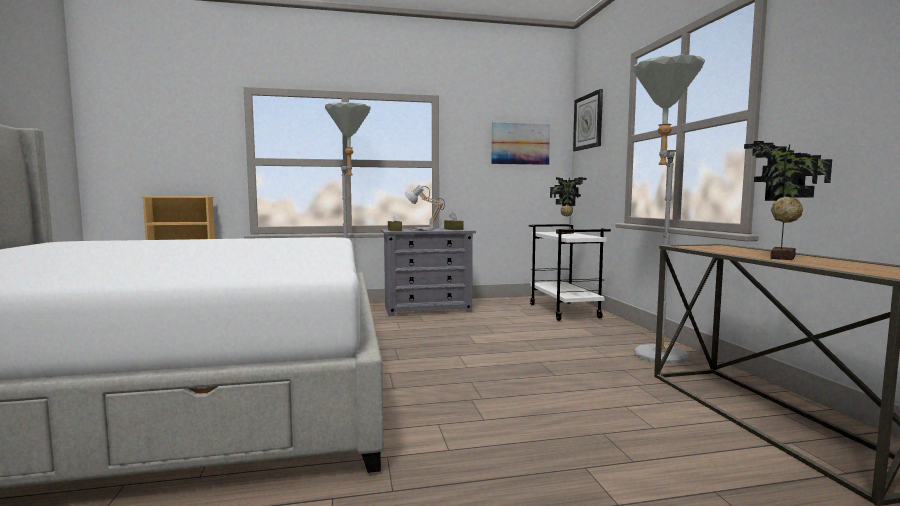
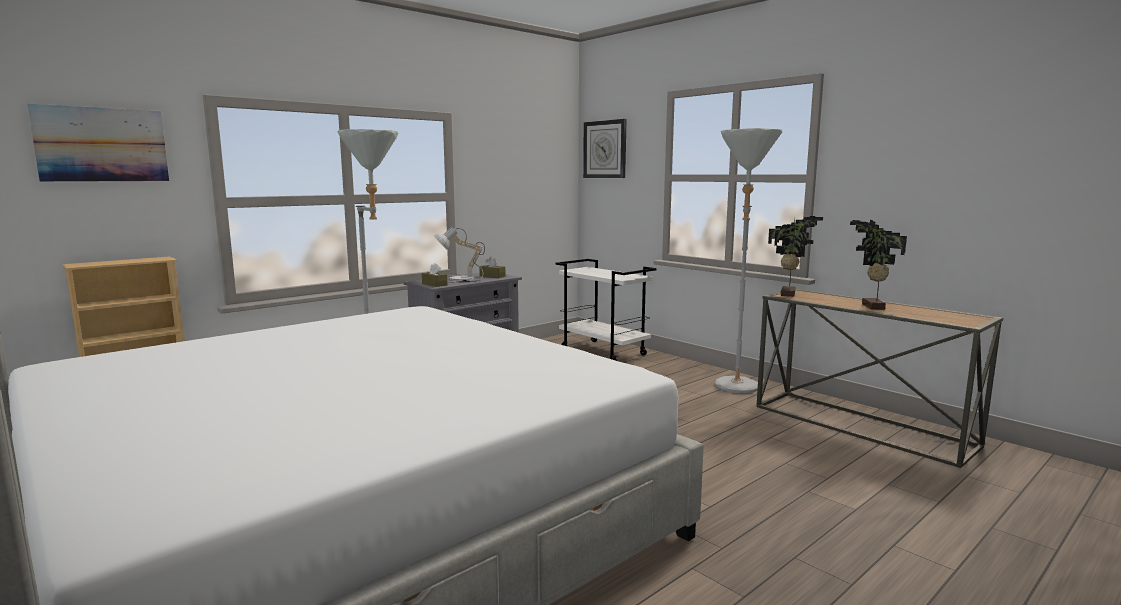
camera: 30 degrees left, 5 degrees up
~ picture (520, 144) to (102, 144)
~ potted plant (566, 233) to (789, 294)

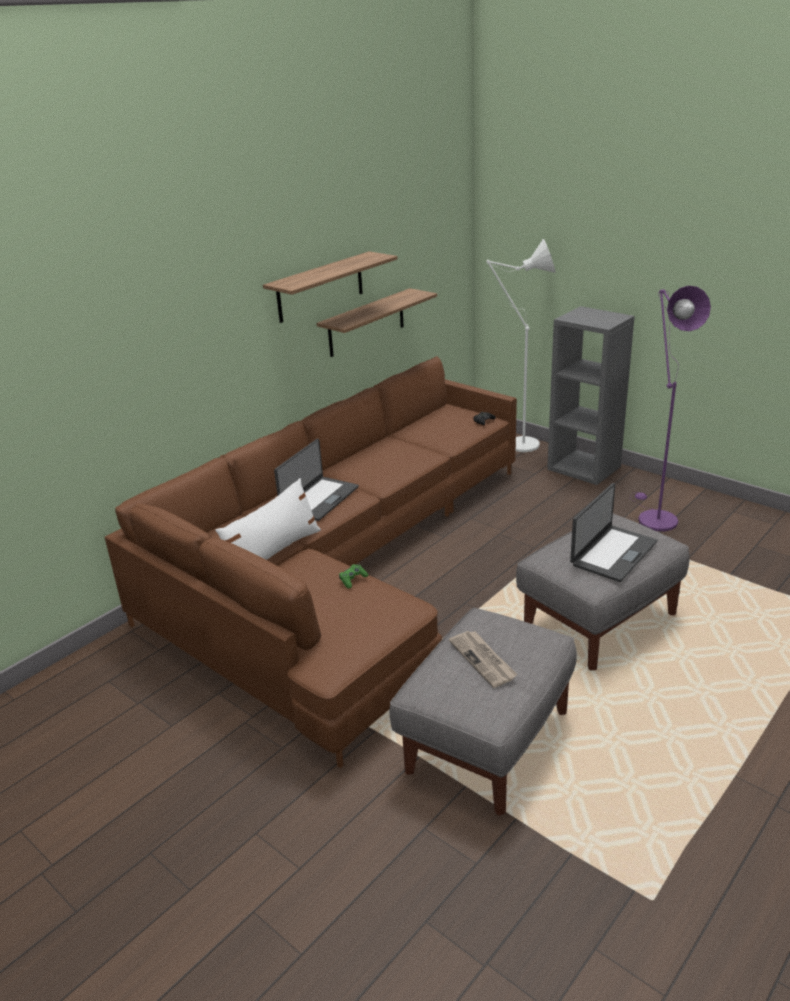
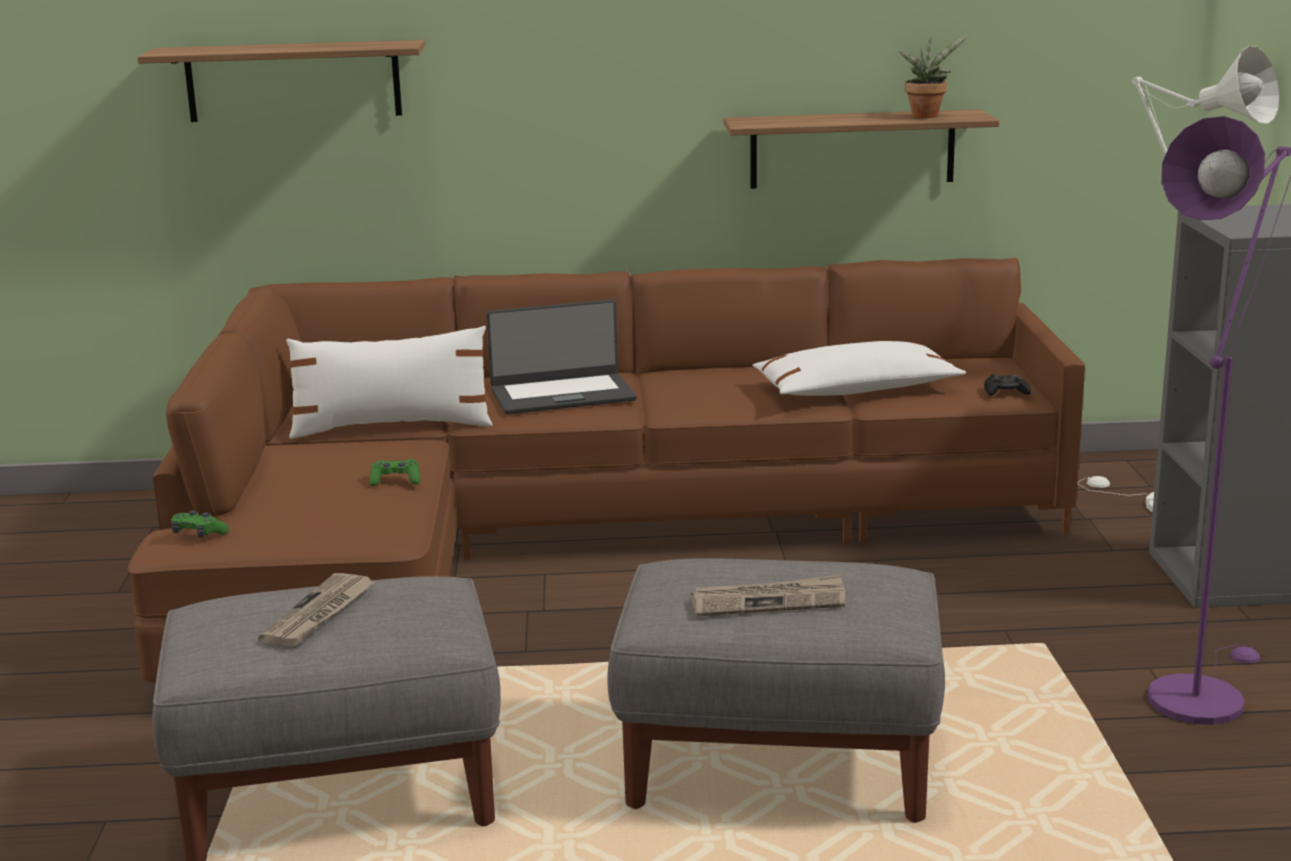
camera: 45 degrees right, 10 degrees down
~ shelf (320, 287) to (293, 81)
+ green game controller (198, 534)
~ laptop (612, 553) to newspaper (769, 601)
+ white pillow (855, 390)
+ potted plant (926, 115)

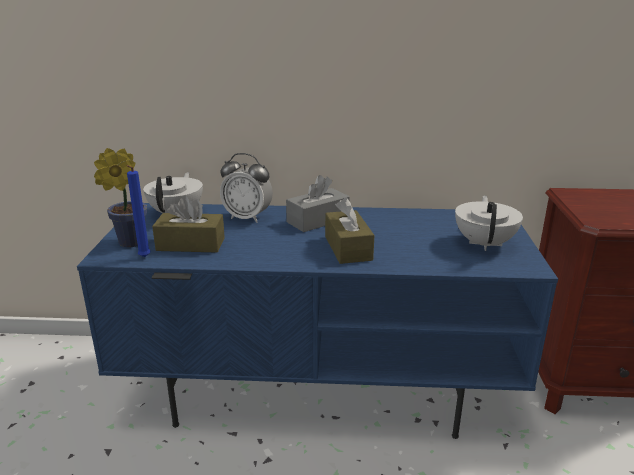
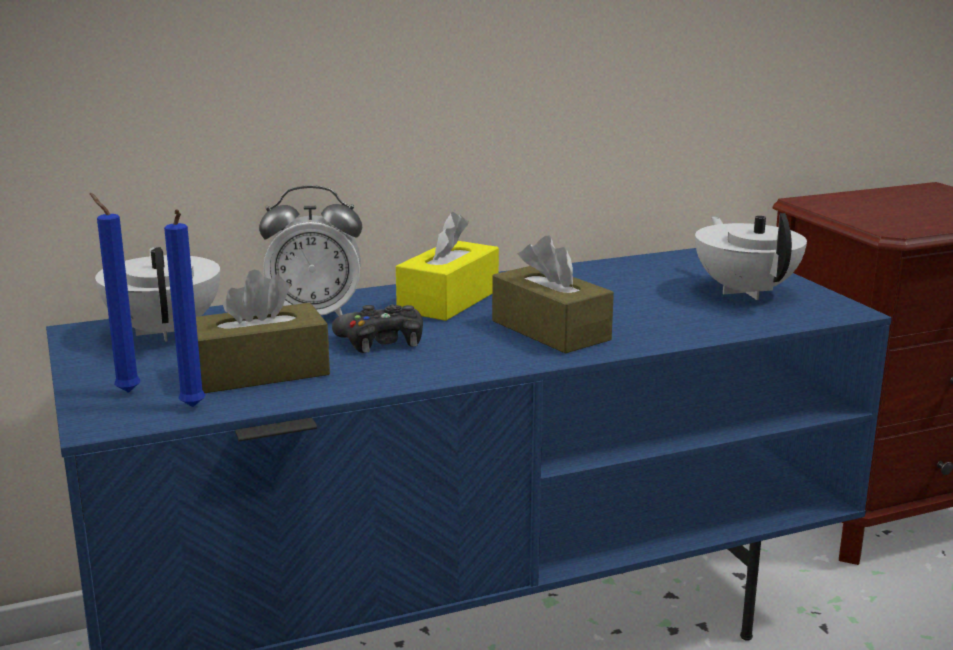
camera: 25 degrees left, 5 degrees down
~ potted plant (128, 243) to blue candle (125, 391)
+ black game controller (382, 341)
~ grey tissue box (318, 220) to yellow tissue box (448, 300)

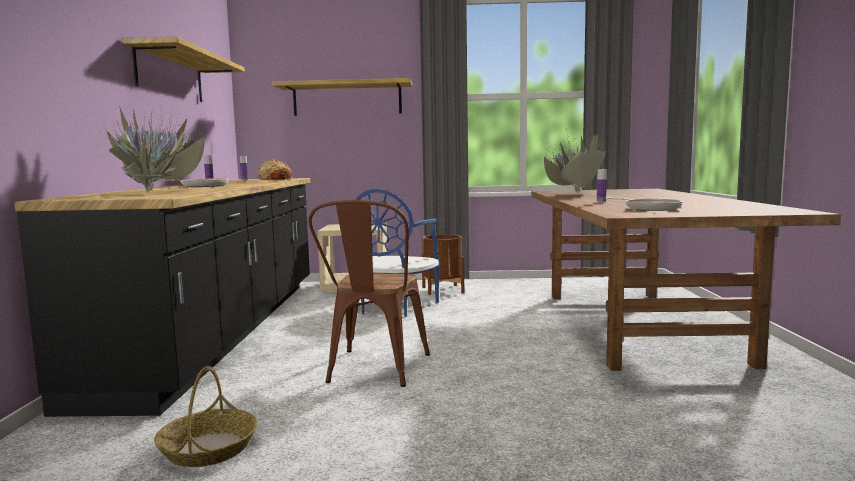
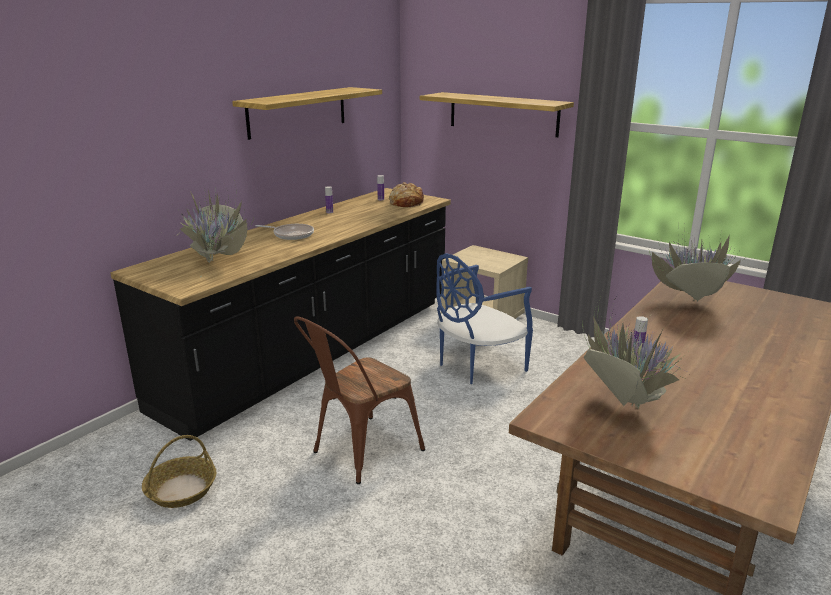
camera: 35 degrees right, 15 degrees up
~ frying pan (649, 208) to potted plant (623, 406)
- brown planter (442, 290)

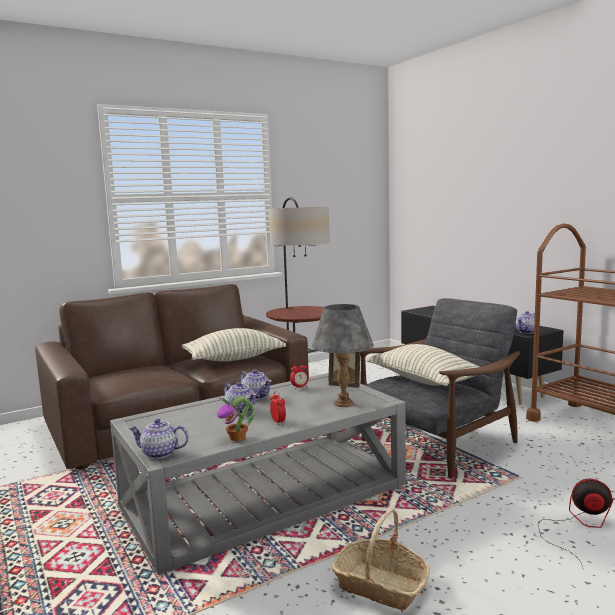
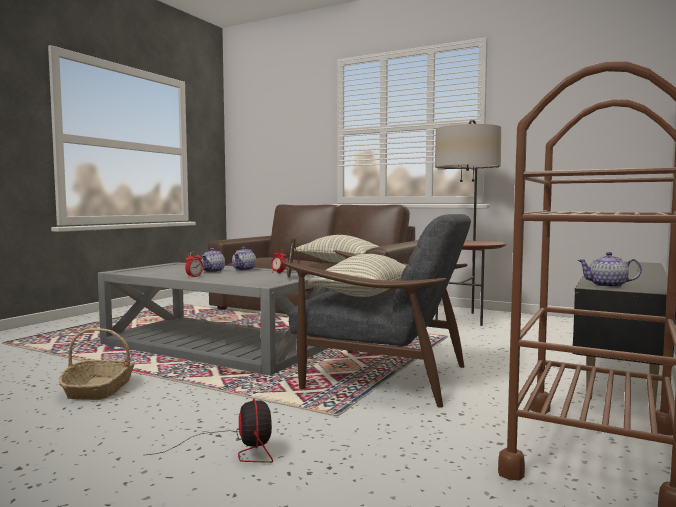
camera: 60 degrees right, 5 degrees down
- teapot (159, 453)
- potted plant (238, 438)
- grey table lamp (343, 403)

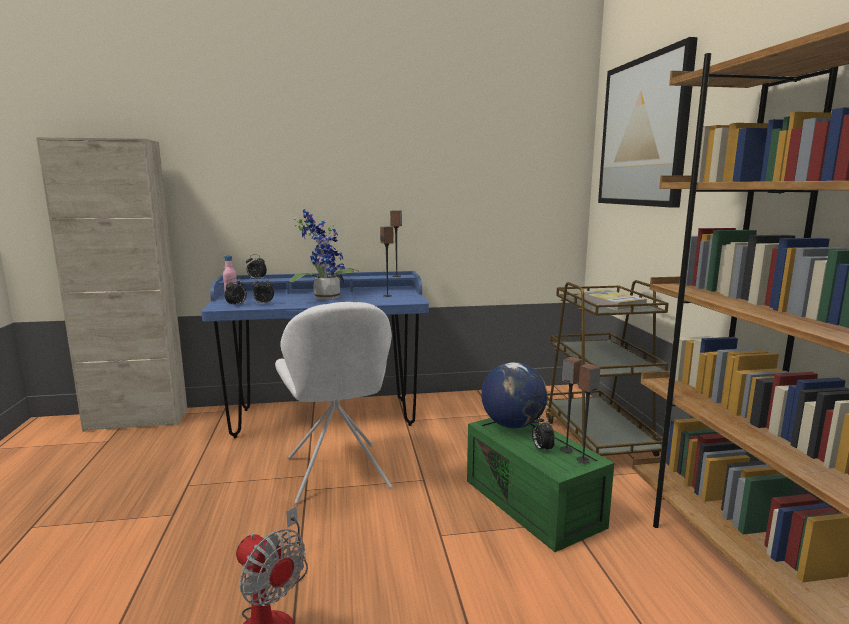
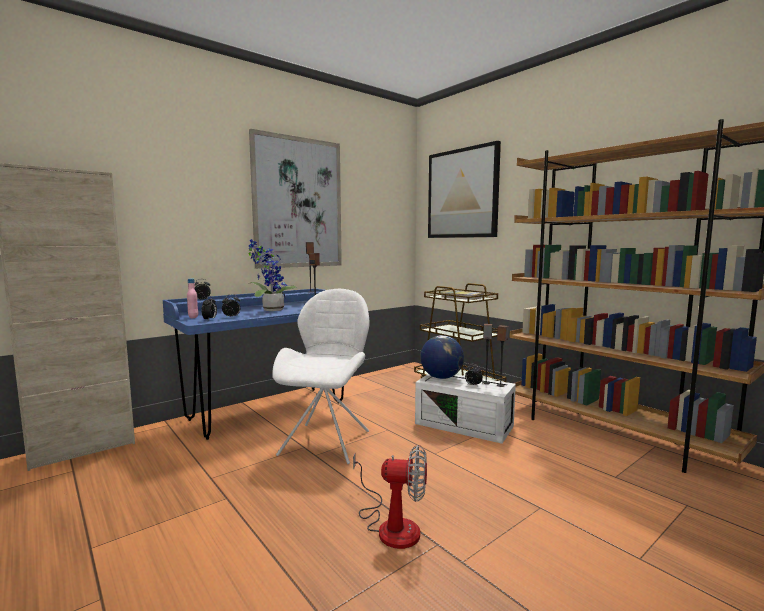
camera: 30 degrees left, 5 degrees down
+ picture (298, 203)
~ white chair (338, 475) = (327, 441) 120 degrees counterclockwise
~ green storage box (535, 503) to white storage box (465, 424)

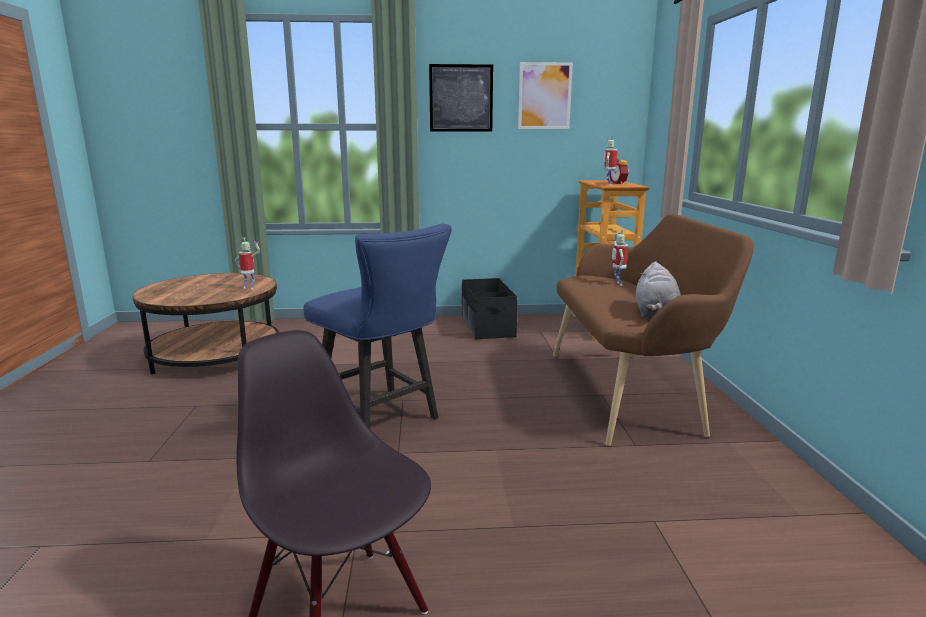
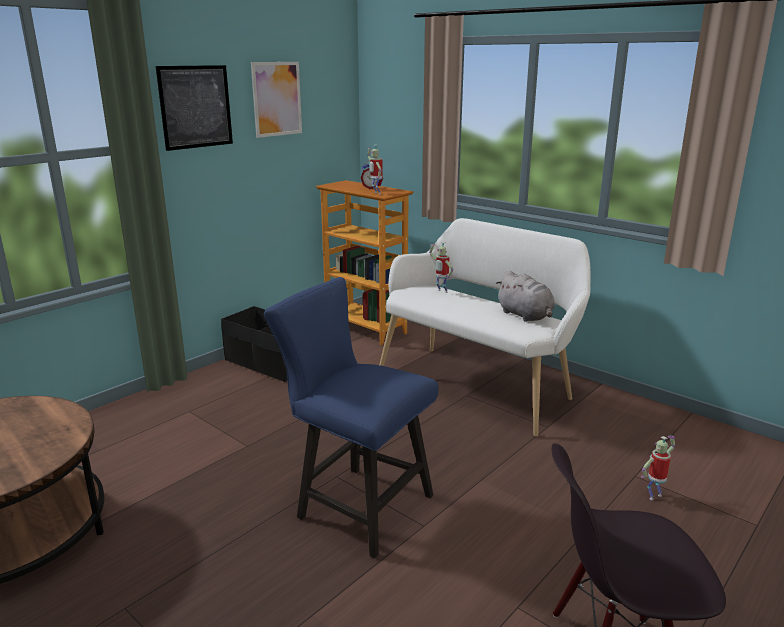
camera: 45 degrees left, 5 degrees up
~ blue chair (383, 420) = (356, 504) 150 degrees counterclockwise
~ brown bench (630, 392) to white bench (479, 384)
~ toy robot (249, 288) to (654, 495)

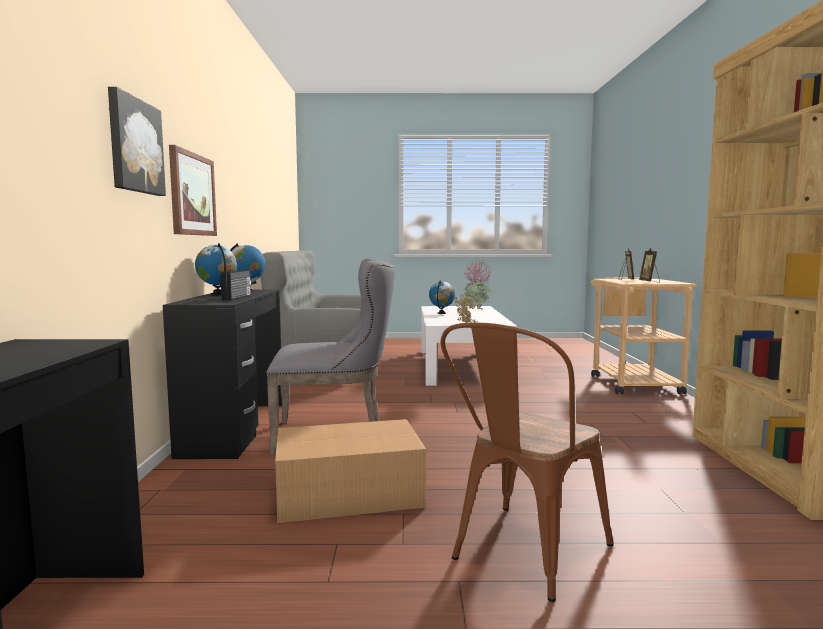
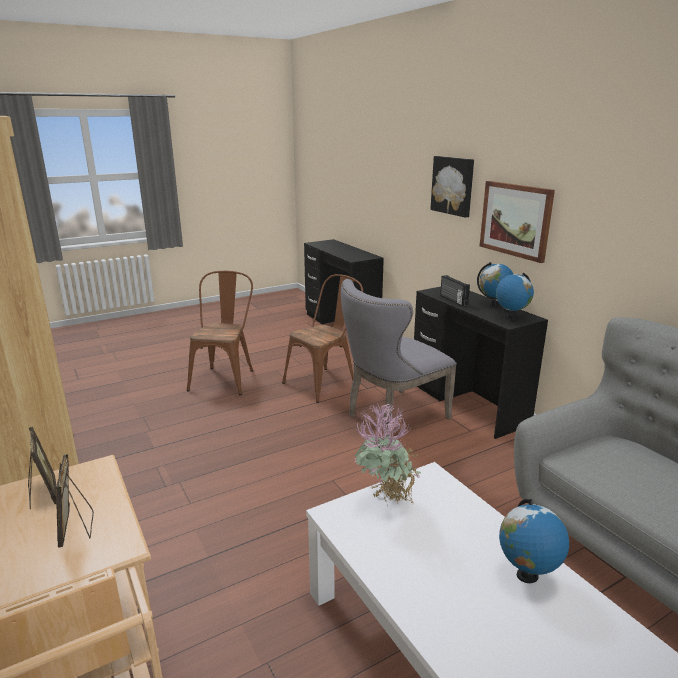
camera: 150 degrees right, 15 degrees up
~ cardboard box (346, 493) to brown chair (325, 382)

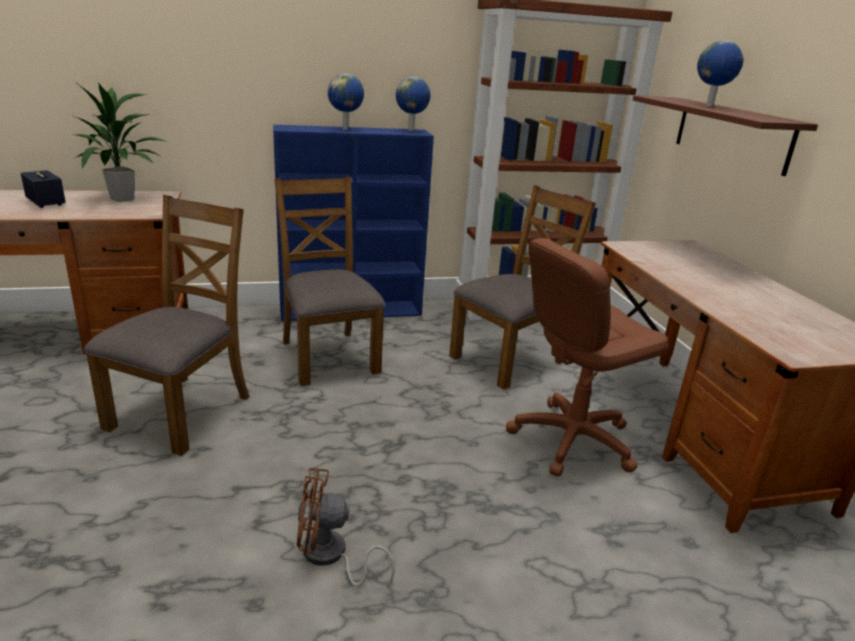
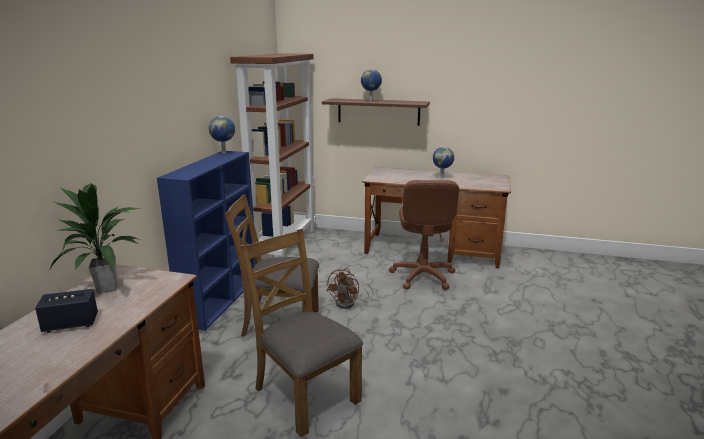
camera: 60 degrees left, 5 degrees down
~ brown fan (330, 557) to (349, 303)
~ globe (346, 129) to (442, 177)
- brown chair (508, 359)

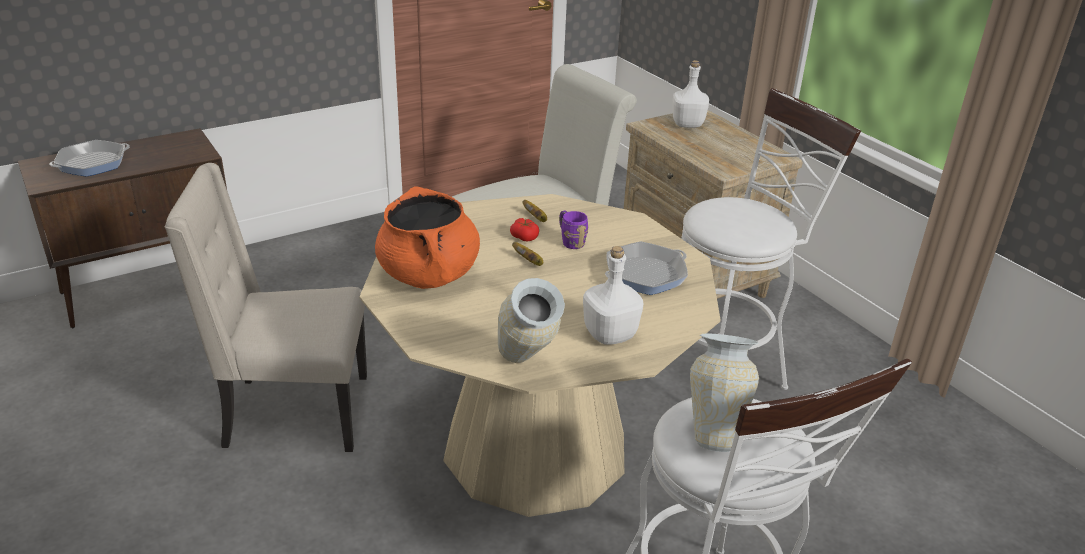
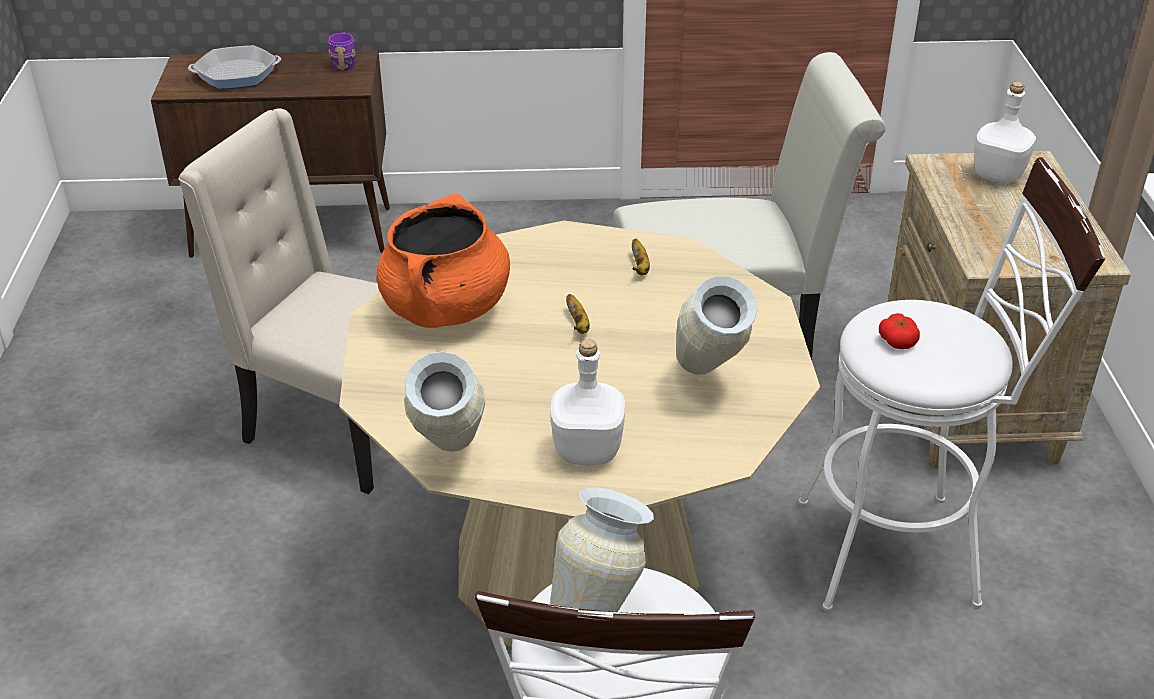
camera: 30 degrees right, 5 degrees up
~ purple mug (570, 241) to (344, 63)
~ frying pan (645, 275) to vase (708, 384)
~ tomato (524, 237) to (897, 341)

